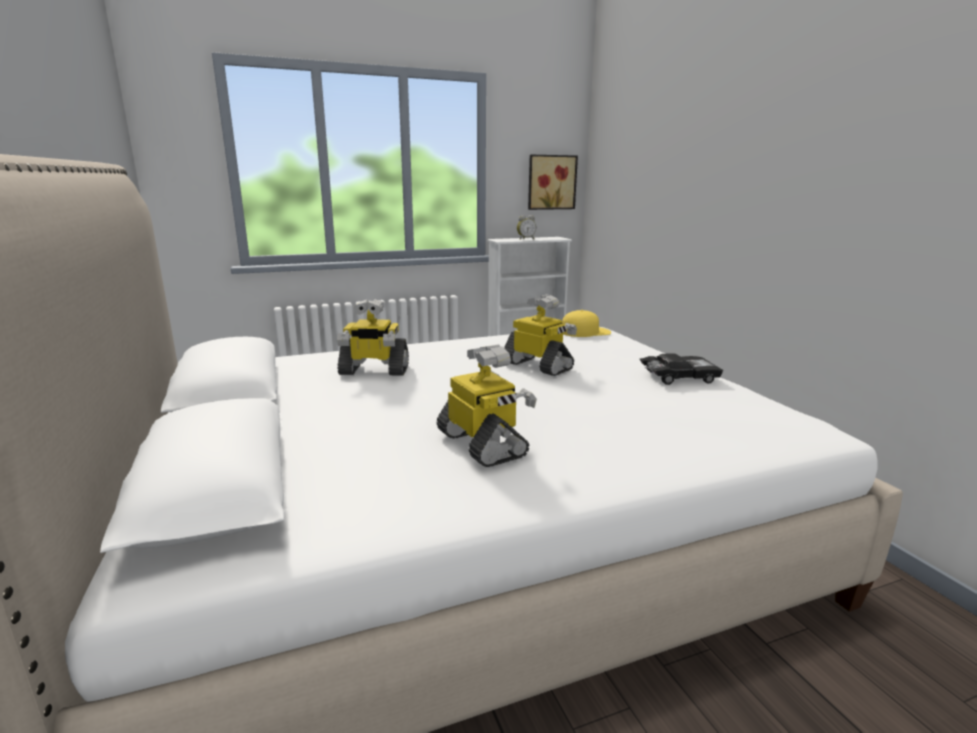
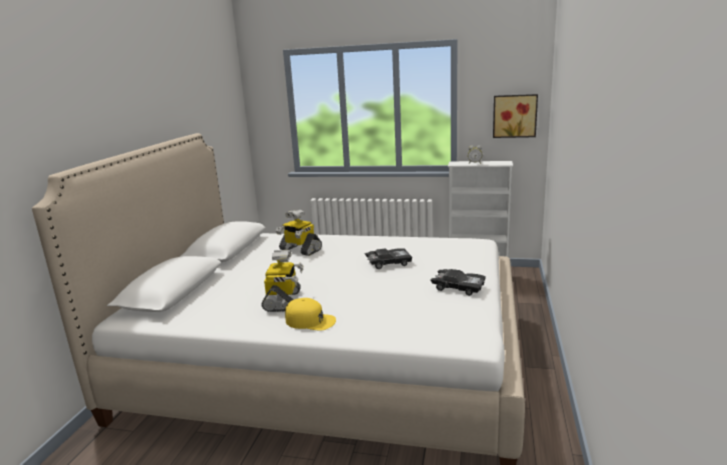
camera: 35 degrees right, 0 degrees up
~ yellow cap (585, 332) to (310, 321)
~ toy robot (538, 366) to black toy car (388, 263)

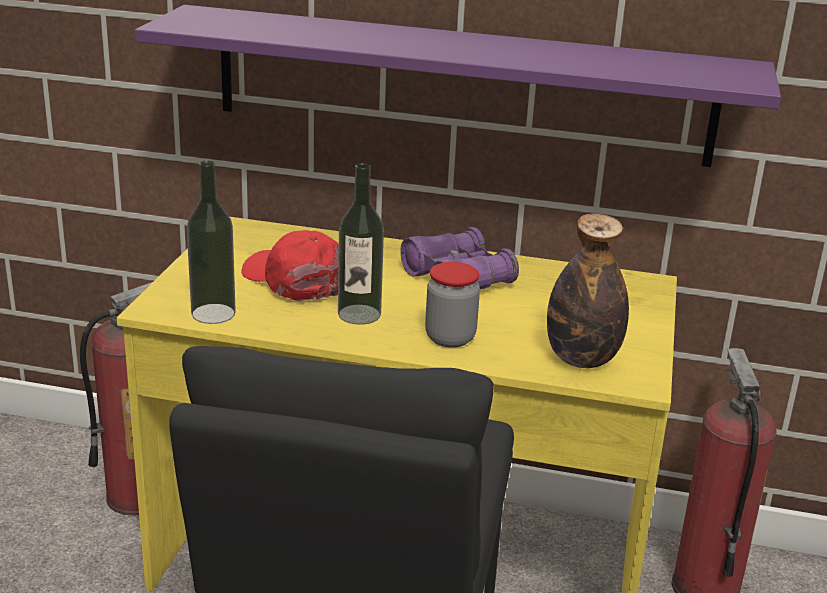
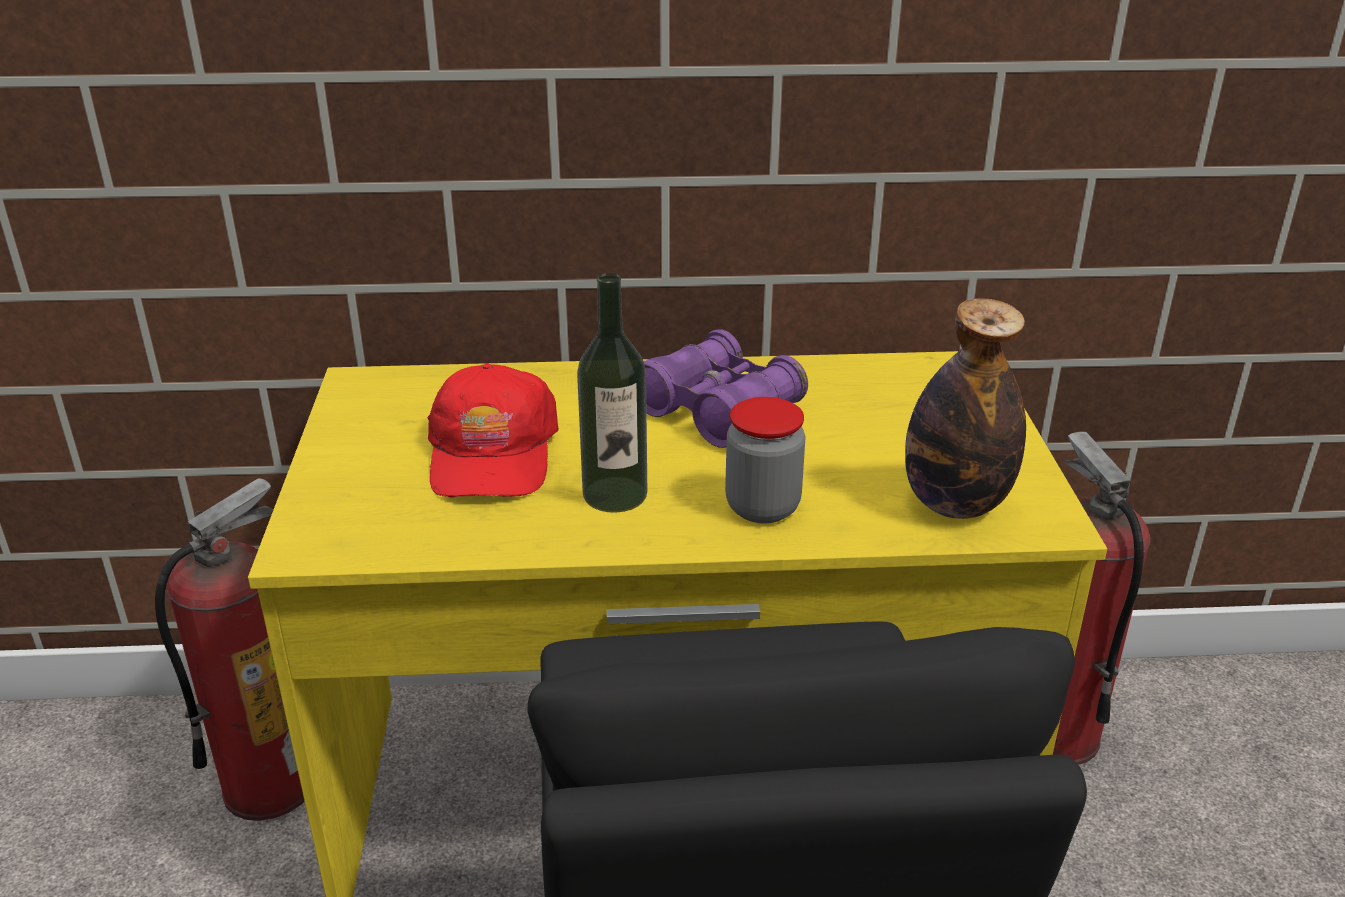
camera: 15 degrees left, 5 degrees up
~ red cap (295, 279) = (492, 453) 120 degrees counterclockwise
- purple shelf (460, 85)
- bottle (213, 313)

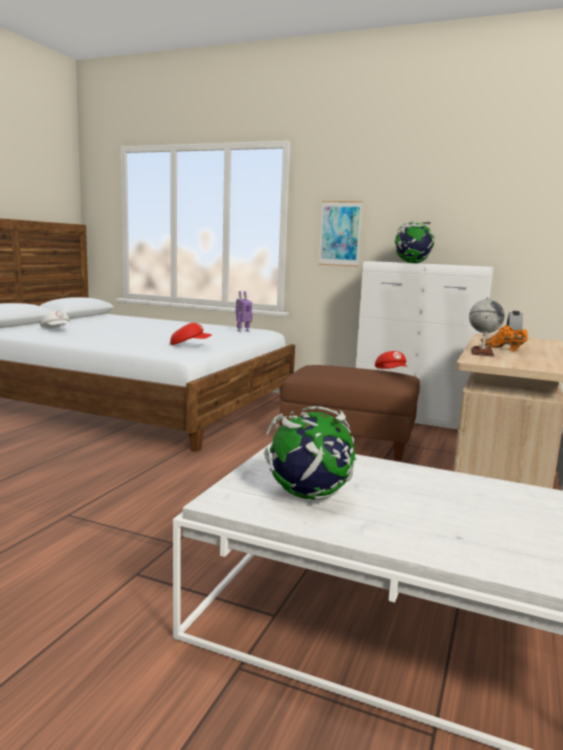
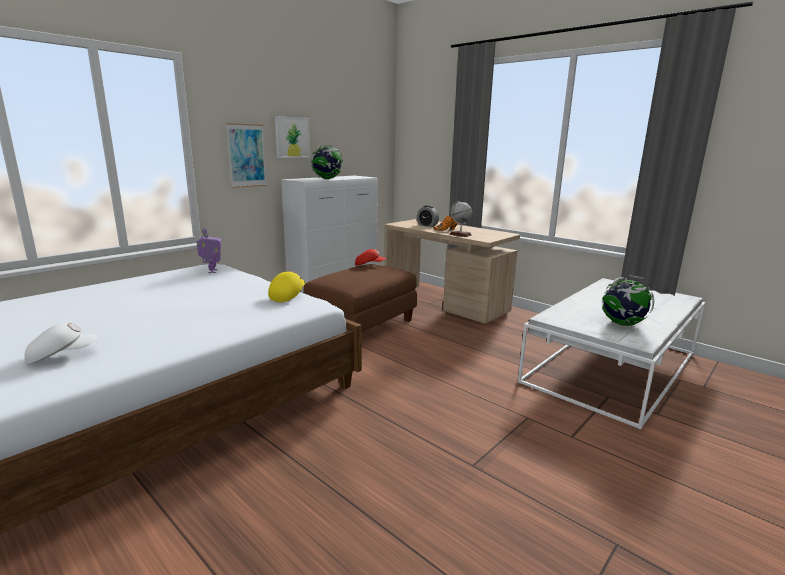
camera: 70 degrees left, 5 degrees up
~ red cap (190, 344) to yellow cap (287, 295)
+ picture (292, 137)

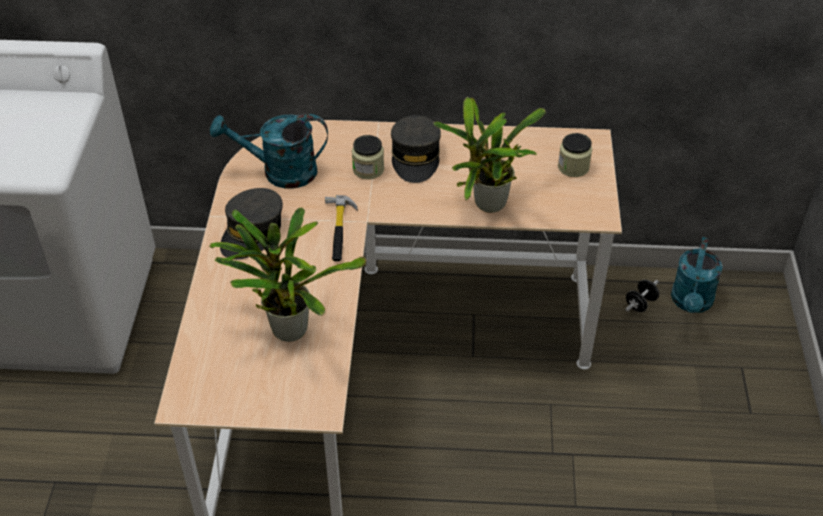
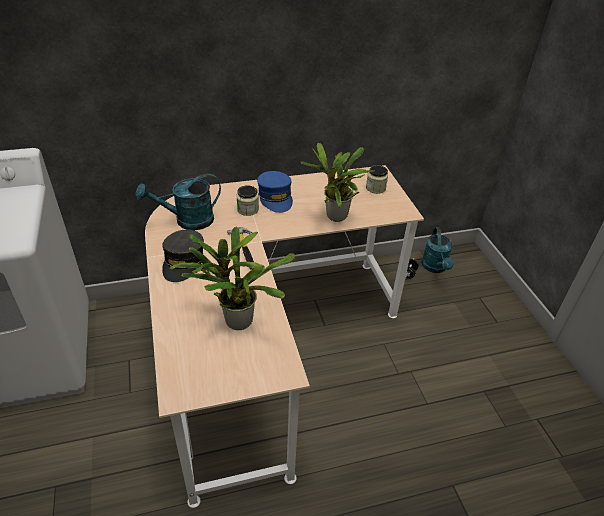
camera: 20 degrees left, 5 degrees down
~ grey cap (415, 157) to blue cap (275, 198)

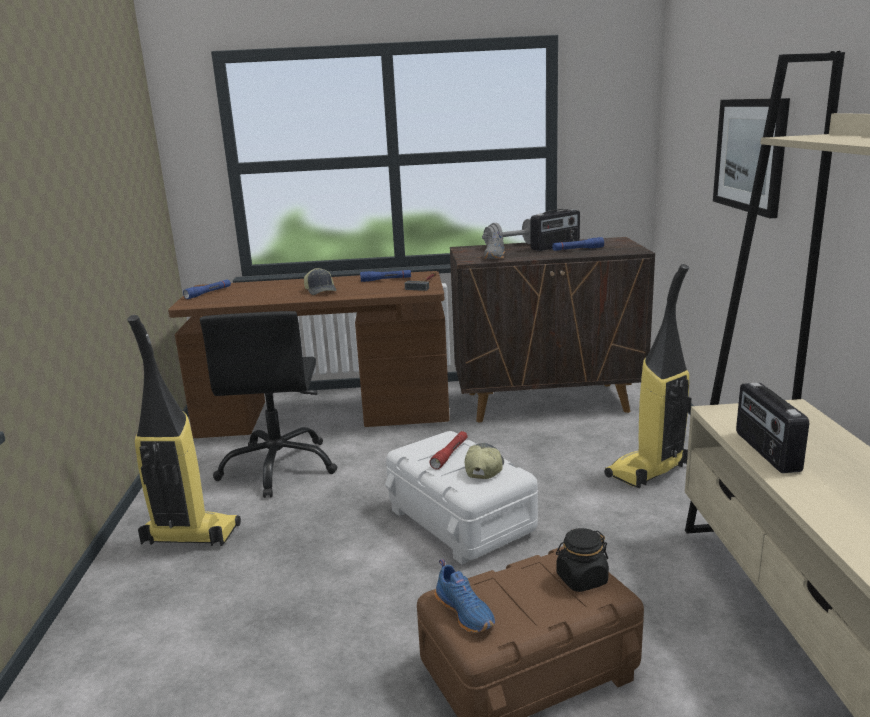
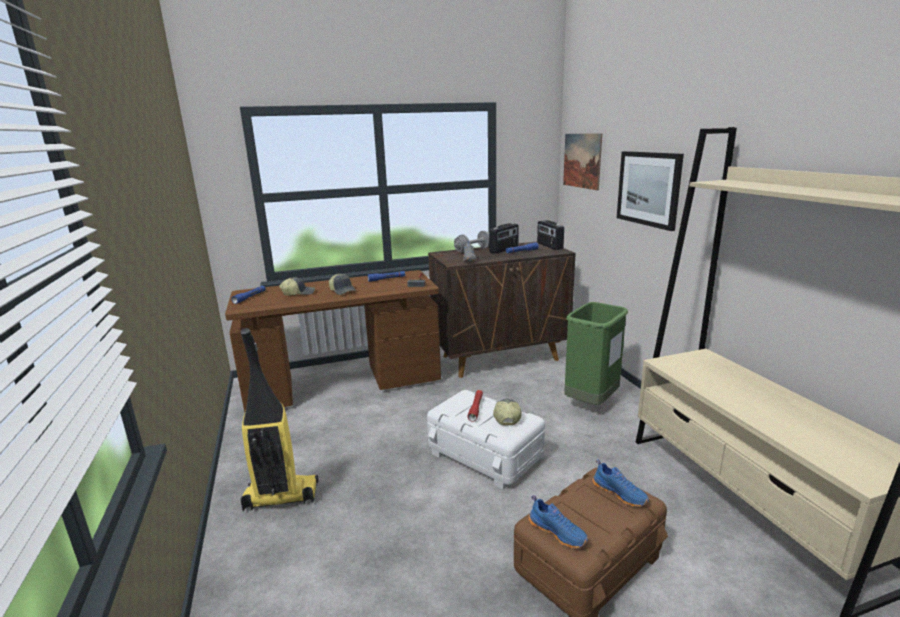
camera: 15 degrees left, 0 degrees up
+ cap (298, 293)
~ radio (765, 451) to (549, 246)
+ picture (582, 160)
~ vacuum cleaner (647, 472) to green trash can (591, 402)
~ black jar (581, 579) to blue shoe (620, 493)
- black office chair (279, 467)

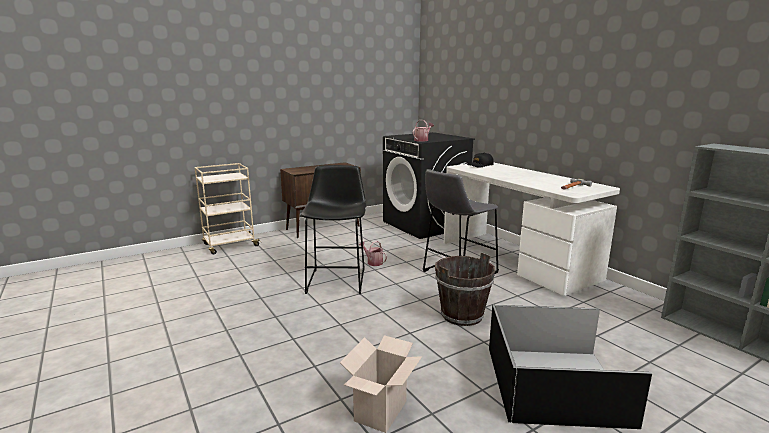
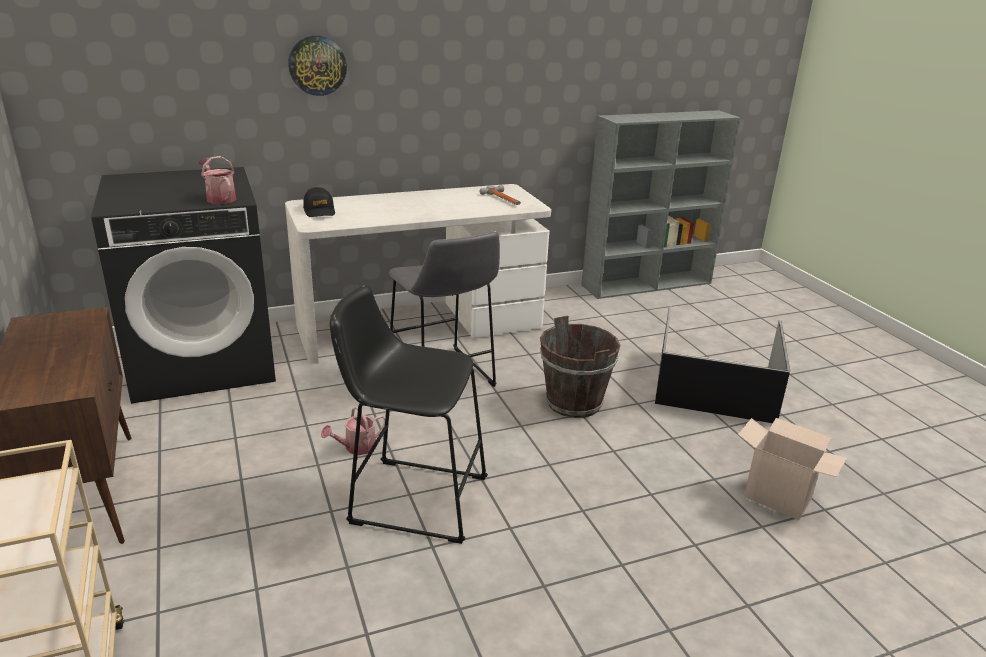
camera: 80 degrees left, 10 degrees up
+ wall clock (317, 65)

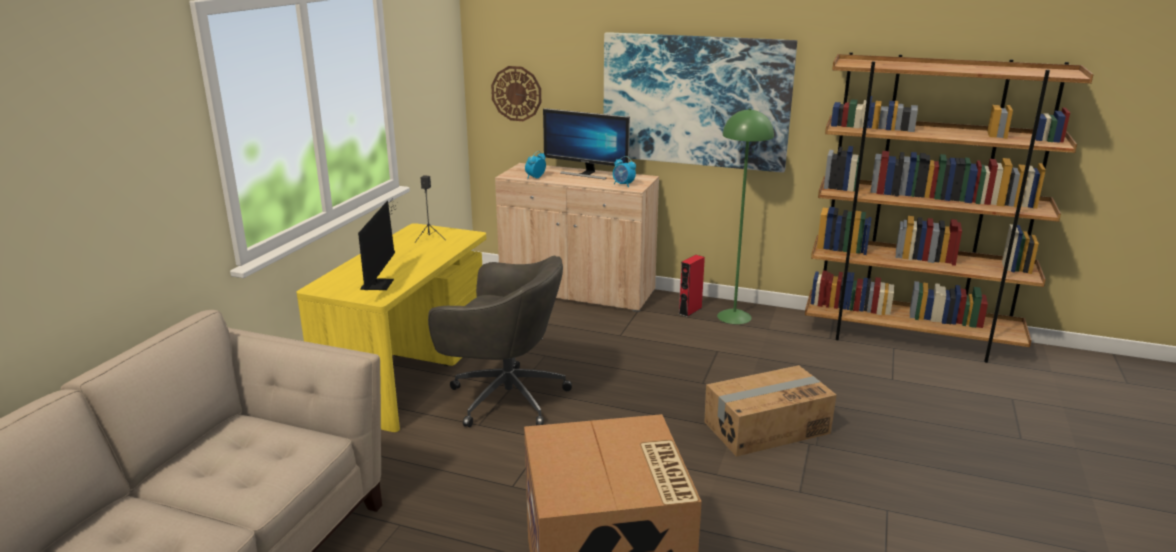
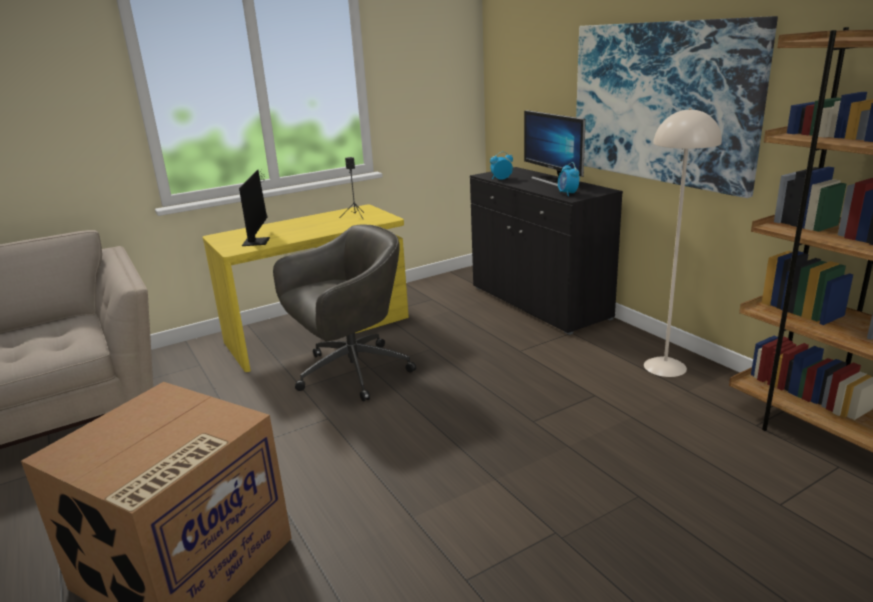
camera: 40 degrees right, 0 degrees up
~ monitor (380, 282) = (258, 240) 45 degrees counterclockwise
~ grey office chair (504, 397) = (350, 373) 90 degrees counterclockwise
~ beige cabinet (577, 291) to black cabinet (538, 302)
~ green floor lamp (734, 316) to beige floor lamp (665, 367)
- wall clock (516, 93)
- red speaker (690, 310)
- cardboard box (766, 427)

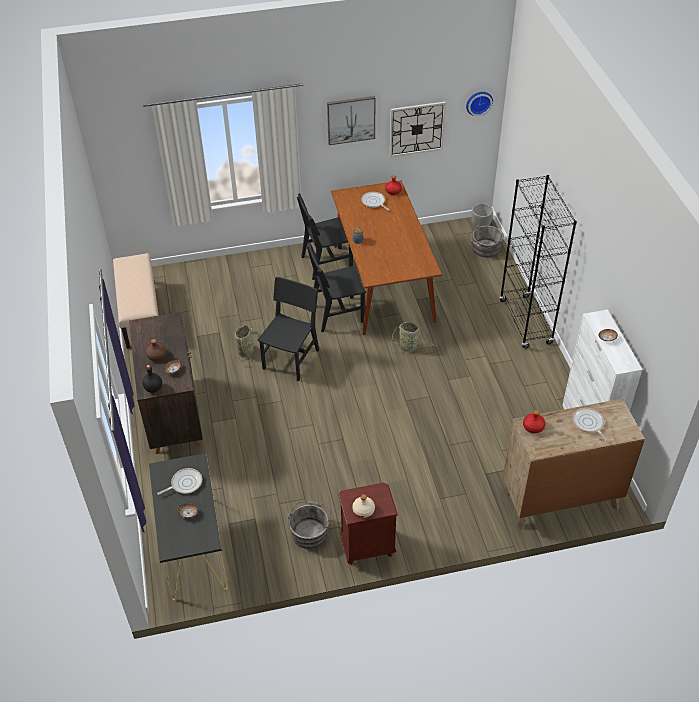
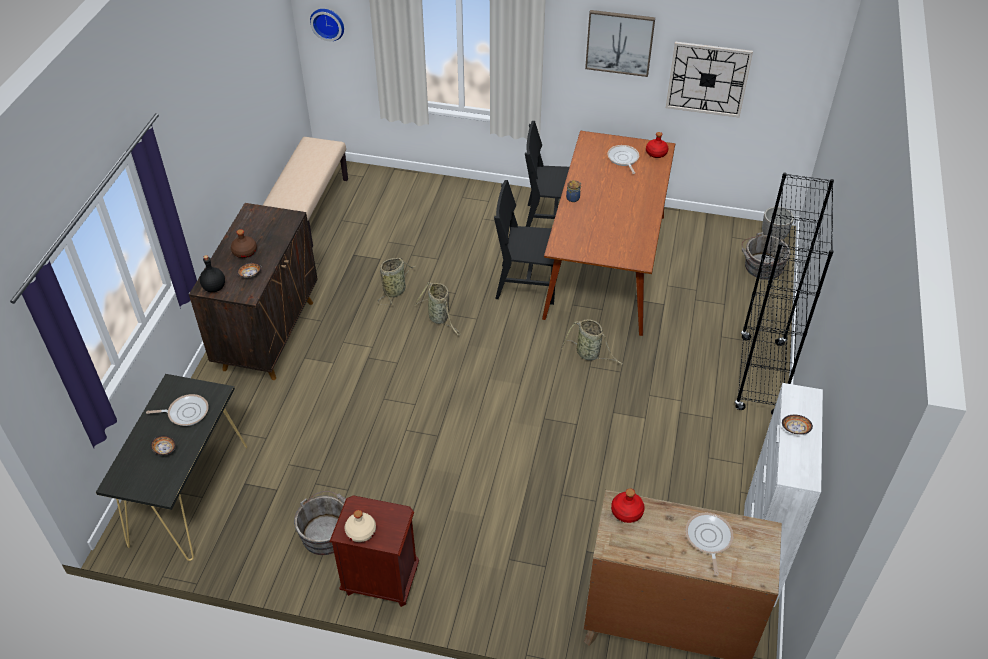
camera: 25 degrees right, 0 degrees up
~ wall clock (478, 102) to (328, 23)
~ black chair (291, 359) to basket (439, 318)

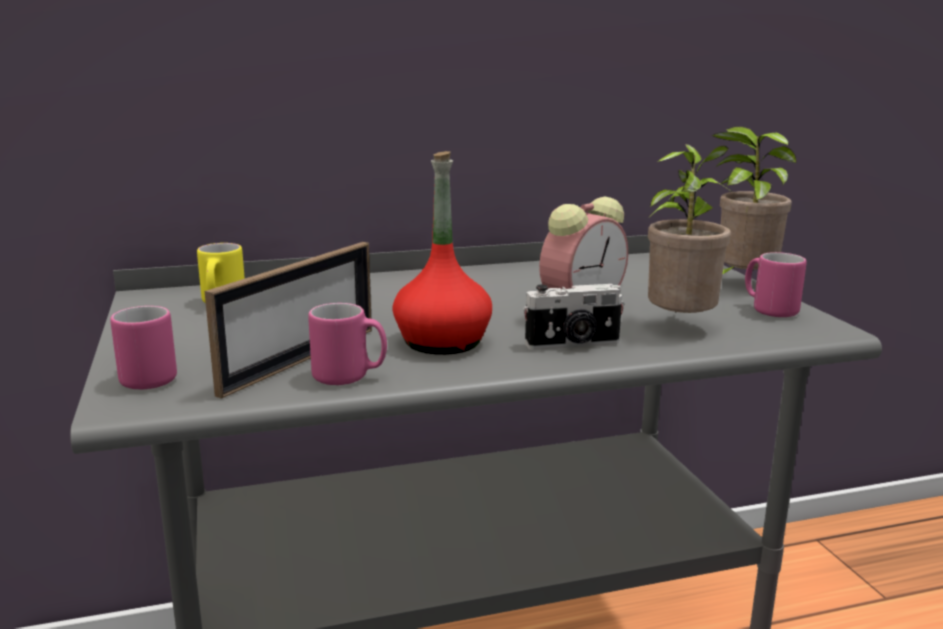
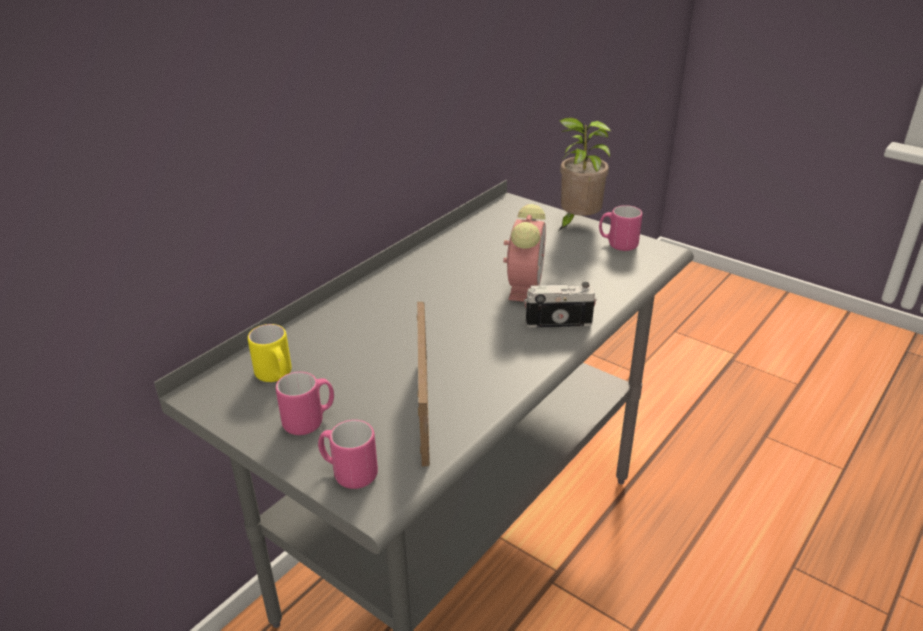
camera: 35 degrees left, 15 degrees up
~ pink mug (350, 377) to (310, 421)
~ photo camera (573, 344) = (558, 321) 135 degrees counterclockwise
- red bottle (442, 342)
- potted plant (680, 327)

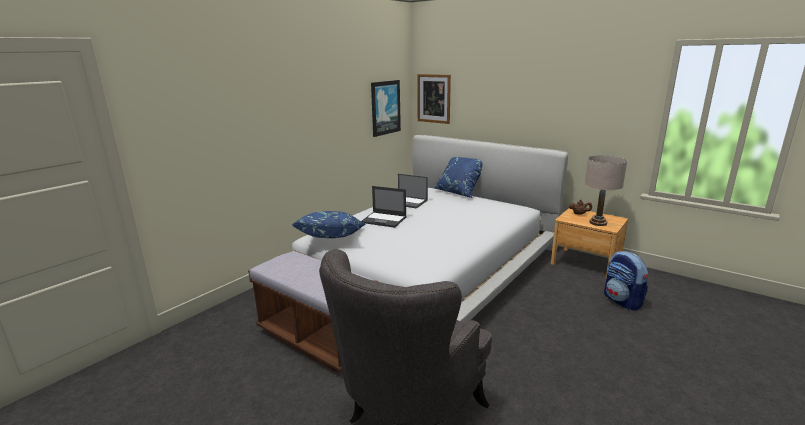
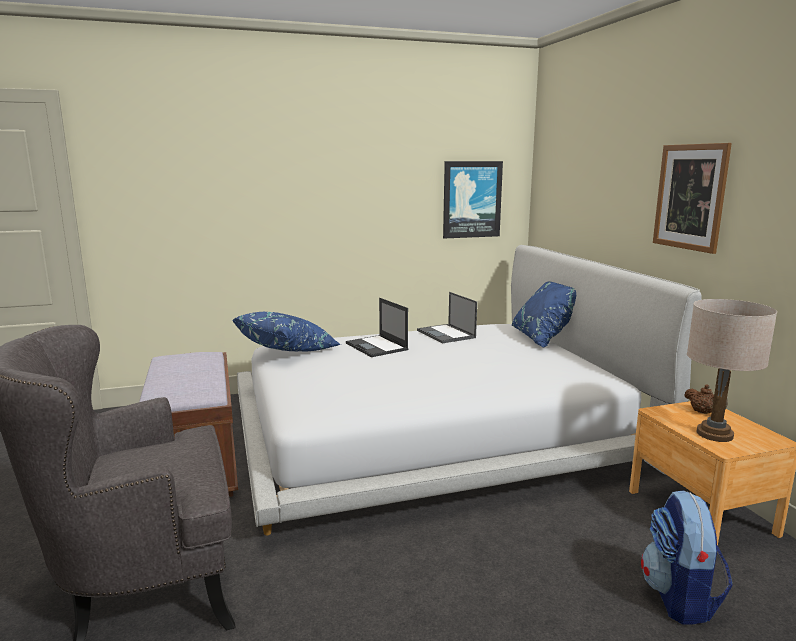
camera: 35 degrees right, 5 degrees down
~ picture (433, 98) to (690, 197)

